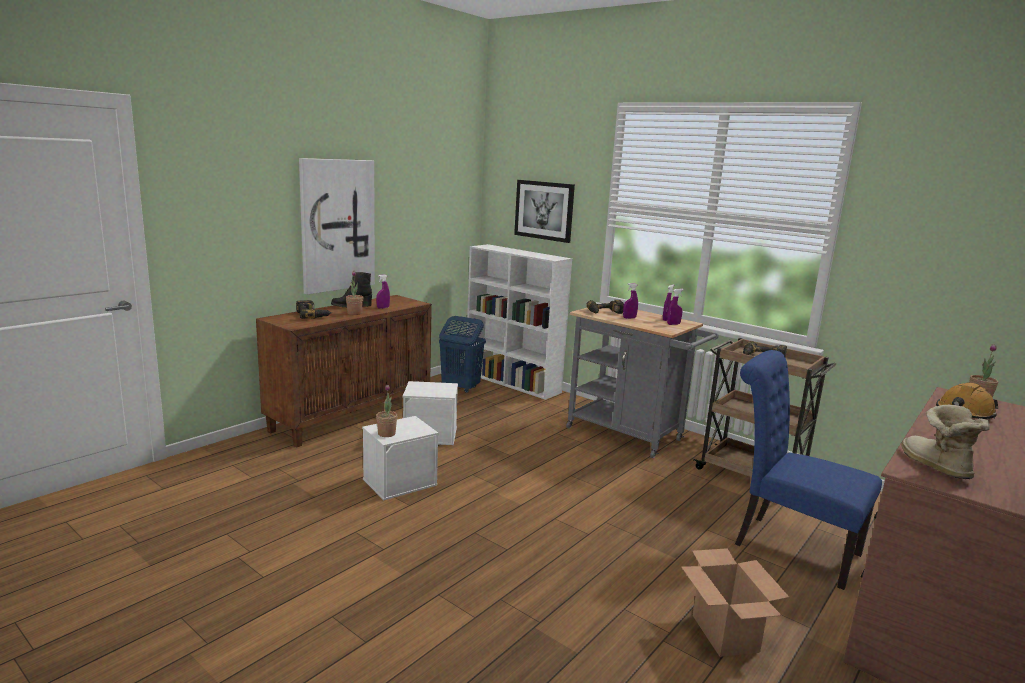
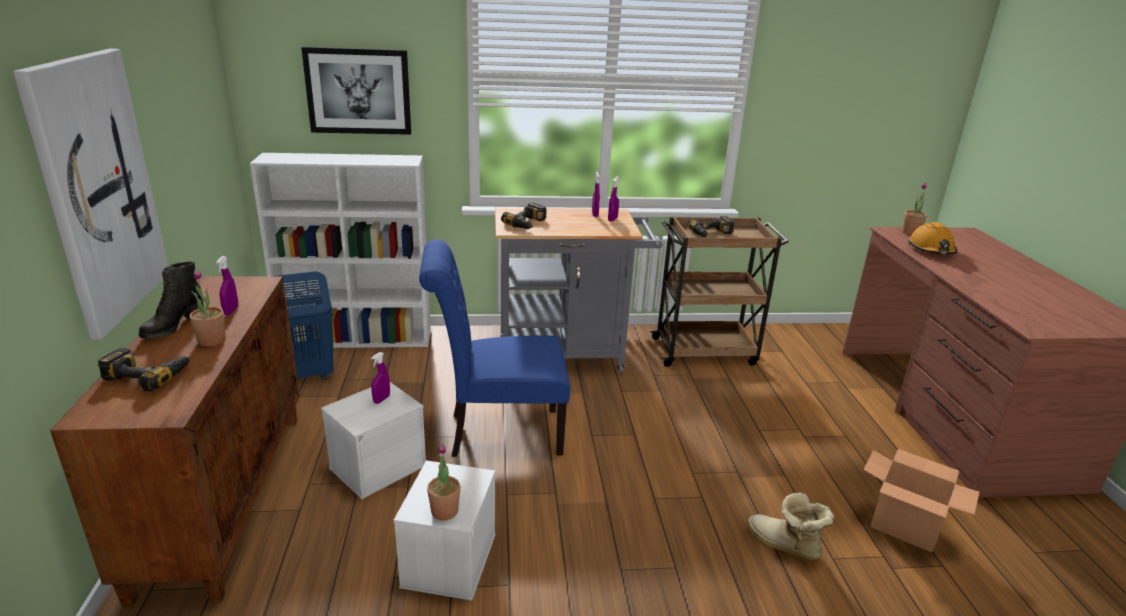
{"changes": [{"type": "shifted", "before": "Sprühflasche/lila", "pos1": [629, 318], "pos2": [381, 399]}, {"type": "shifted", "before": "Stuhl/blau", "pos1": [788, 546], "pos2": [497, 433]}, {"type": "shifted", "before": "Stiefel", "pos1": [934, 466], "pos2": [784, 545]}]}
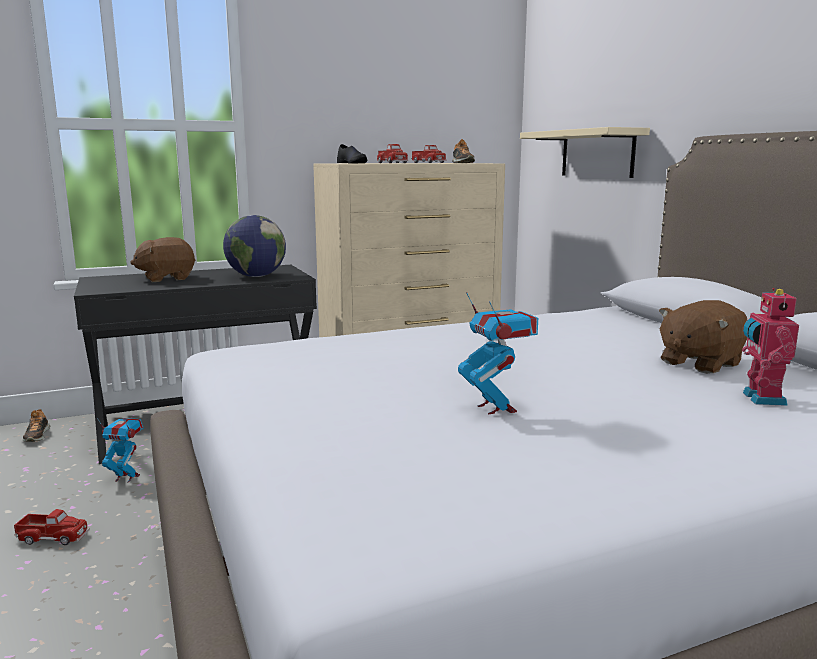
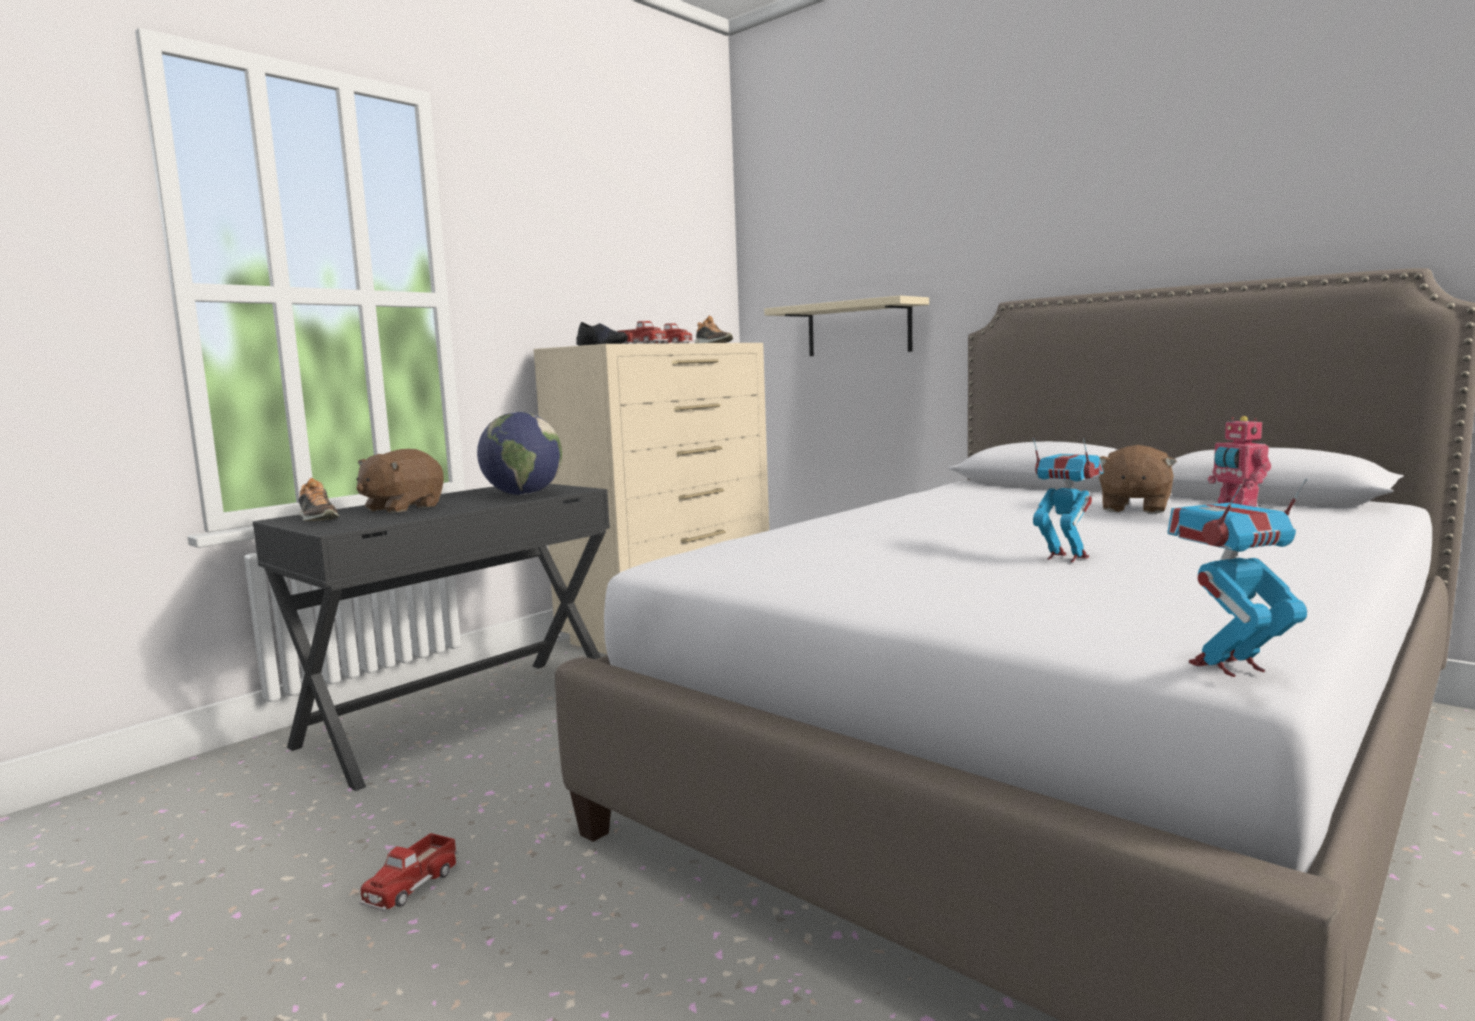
{"changes": [{"type": "shifted", "before": "Schuh", "pos1": [36, 435], "pos2": [317, 518]}, {"type": "shifted", "before": "Spielzeugroboter", "pos1": [126, 477], "pos2": [1227, 666]}, {"type": "rotated", "before": "Spielzeuglaster", "pos1": [53, 537], "pos2": [411, 884], "turn": 135}]}
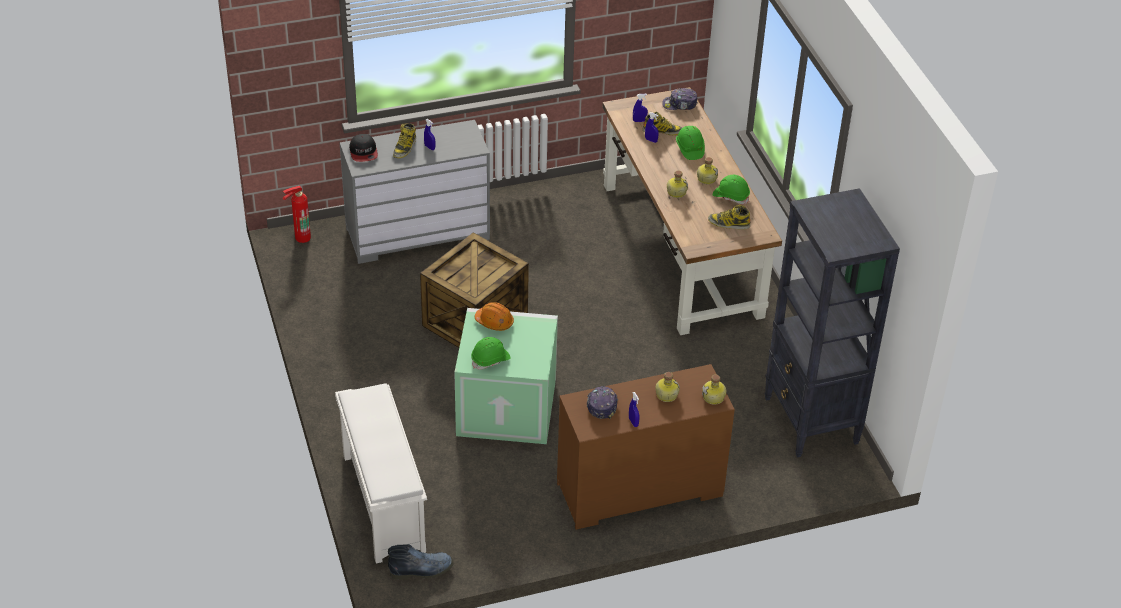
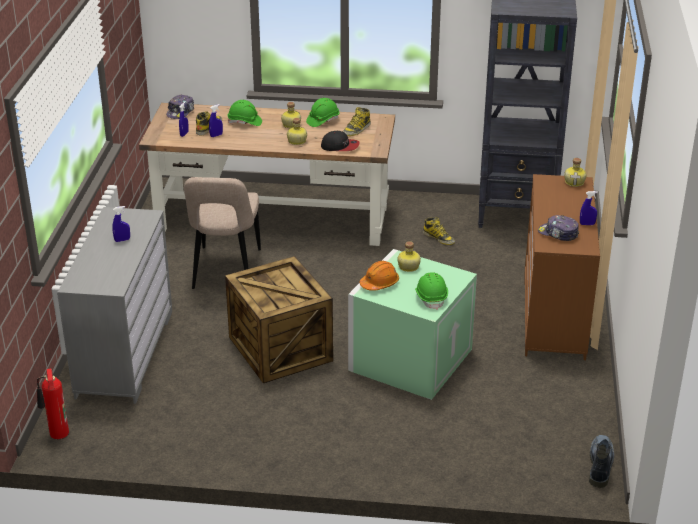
{"changes": [{"type": "gone", "before": "Schuhregal/weiß", "pos1": [382, 502]}, {"type": "new", "after": "Stuhl/beige", "pos2": [225, 271]}, {"type": "shifted", "before": "Kappe", "pos1": [363, 152], "pos2": [340, 146]}, {"type": "shifted", "before": "Stiefel", "pos1": [405, 147], "pos2": [438, 238]}, {"type": "shifted", "before": "Flasche", "pos1": [666, 394], "pos2": [408, 267]}]}
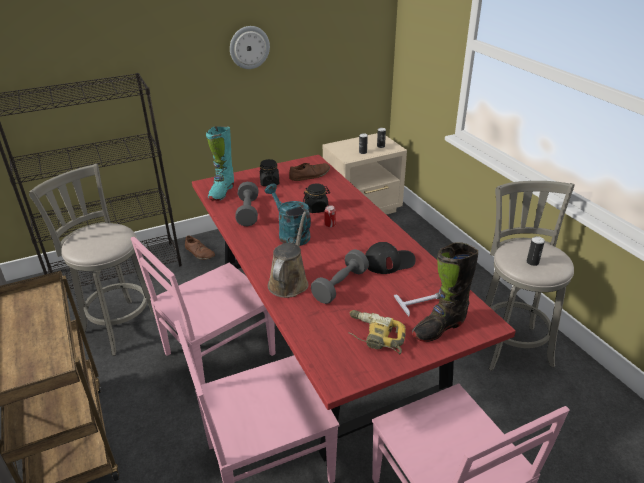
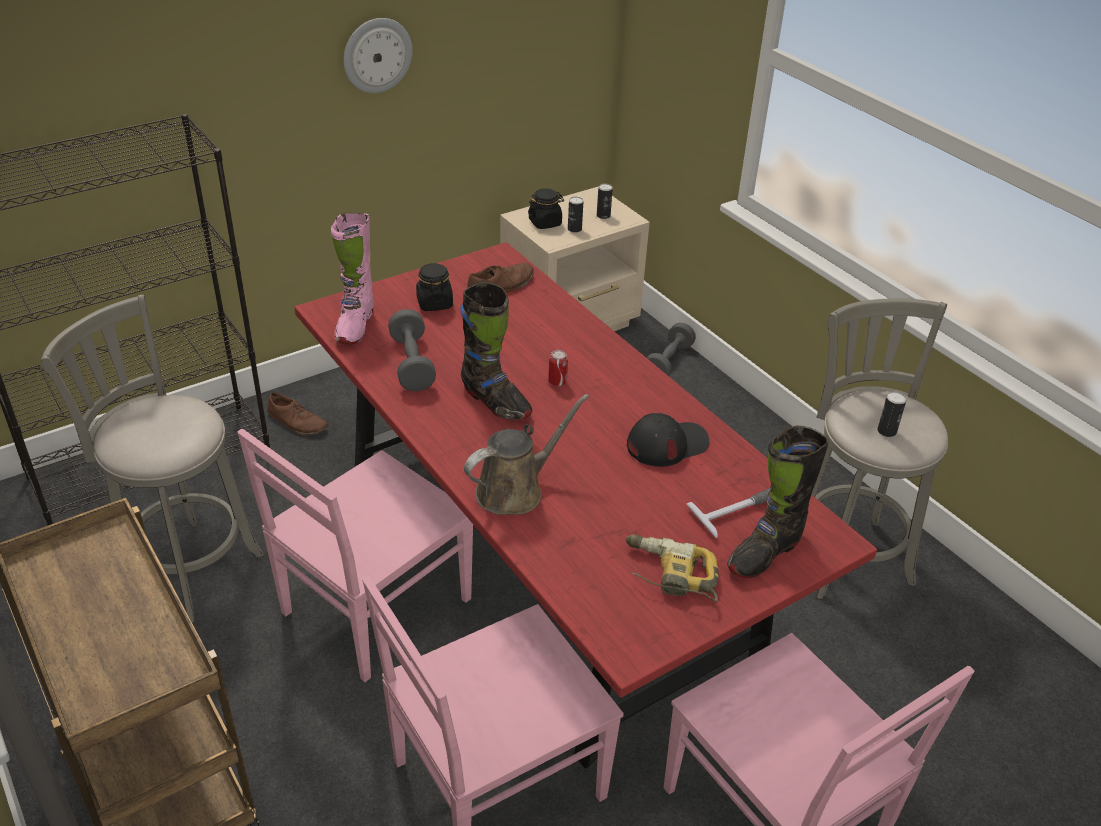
{"changes": [{"type": "shifted", "before": "Vorratsglas/schwarz", "pos1": [316, 208], "pos2": [545, 223]}, {"type": "shifted", "before": "Hantel/grau", "pos1": [340, 286], "pos2": [668, 362]}, {"type": "swapped", "before": "Gießkanne/türkis", "after": "Stiefel/schwarz", "pos1": [290, 234], "pos2": [495, 402]}, {"type": "repainted", "before": "Stiefel/türkis", "after": "Stiefel/rosa", "pos1": [221, 192], "pos2": [355, 326]}, {"type": "rotated", "before": "Gießkanne/braun", "pos1": [289, 282], "pos2": [515, 490], "turn": 45}]}
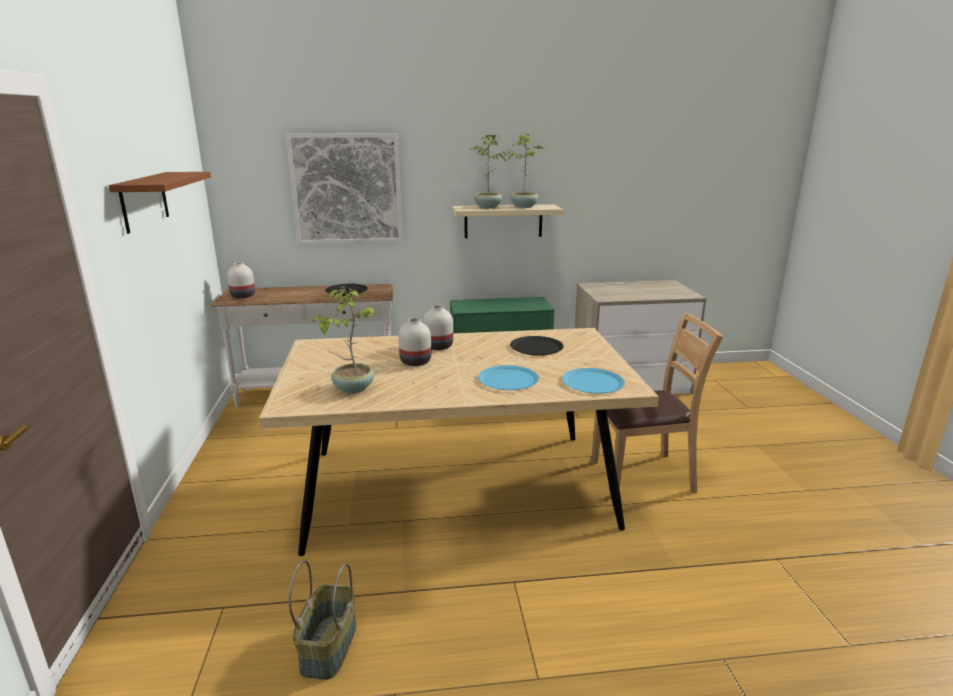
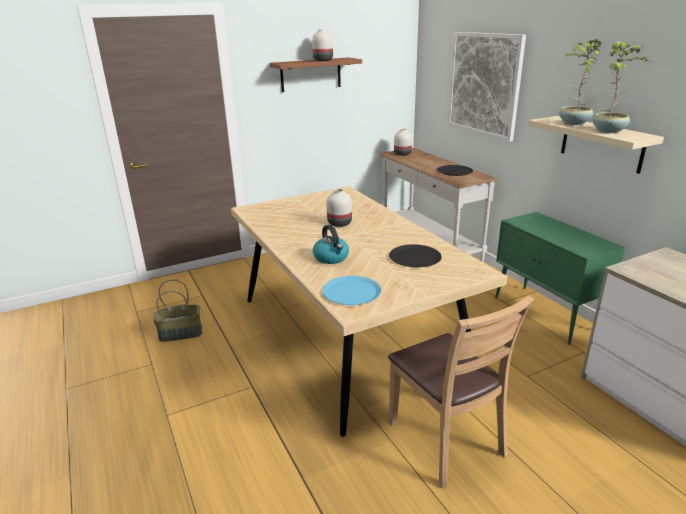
{"changes": [{"type": "gone", "before": "Topfpflanze", "pos1": [352, 388]}, {"type": "shifted", "before": "Vase/weiß", "pos1": [437, 346], "pos2": [323, 60]}, {"type": "swapped", "before": "Teller/blau", "after": "Wasserkessel", "pos1": [508, 379], "pos2": [331, 258]}]}
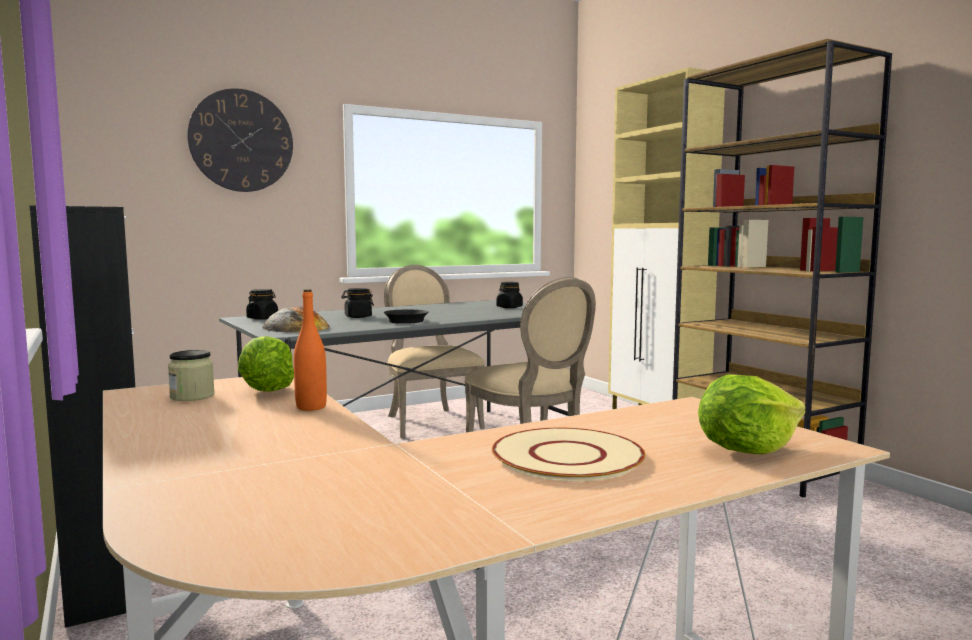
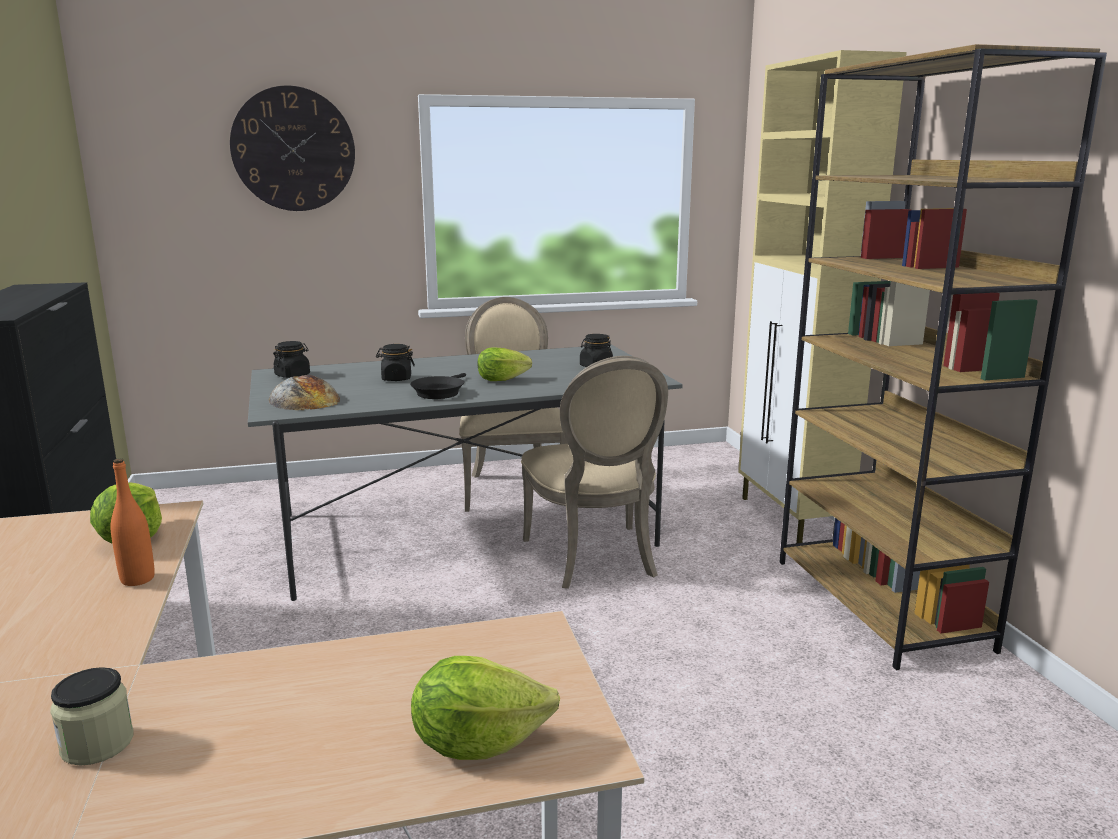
{"changes": [{"type": "gone", "before": "Teller/beige", "pos1": [568, 456]}, {"type": "new", "after": "Salatkopf", "pos2": [501, 380]}, {"type": "shifted", "before": "Vorratsglas", "pos1": [192, 396], "pos2": [97, 744]}]}
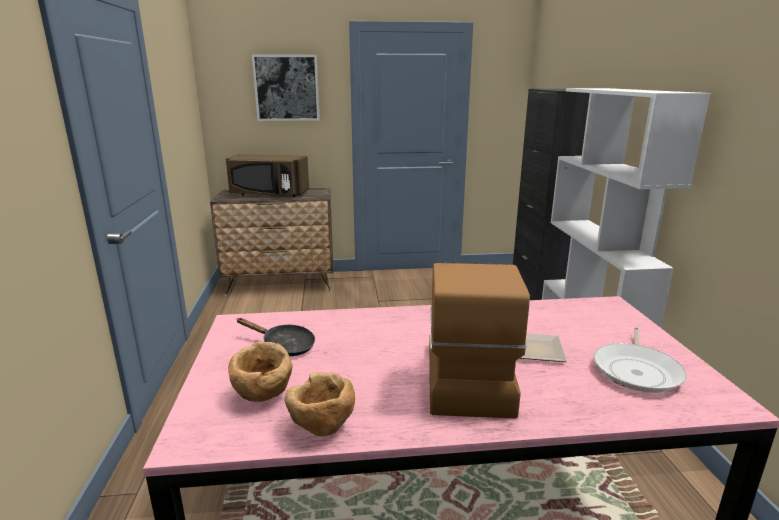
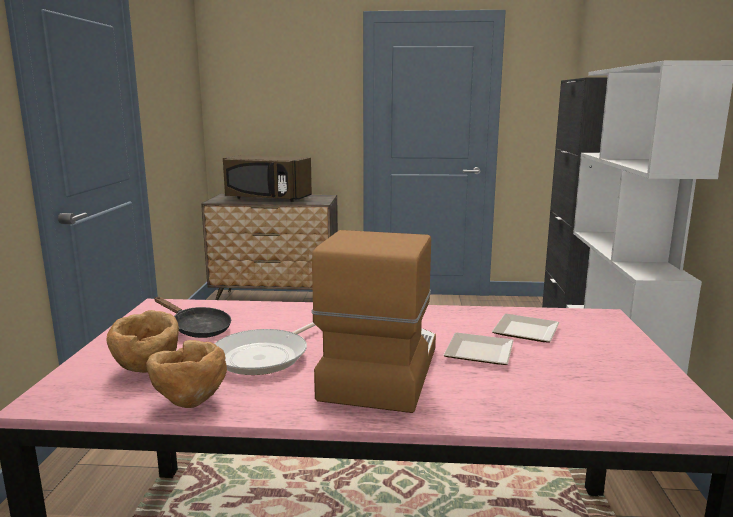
{"changes": [{"type": "gone", "before": "Bild", "pos1": [286, 88]}, {"type": "new", "after": "Teller", "pos2": [523, 332]}, {"type": "shifted", "before": "Pfanne", "pos1": [637, 370], "pos2": [265, 356]}]}
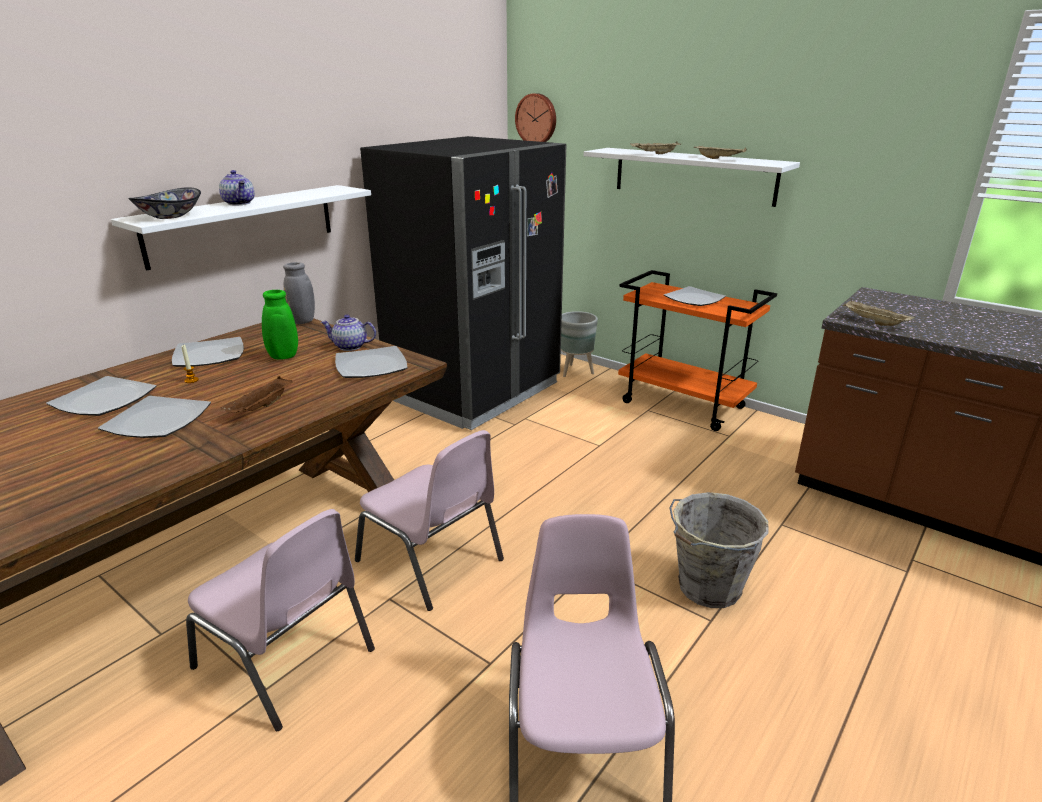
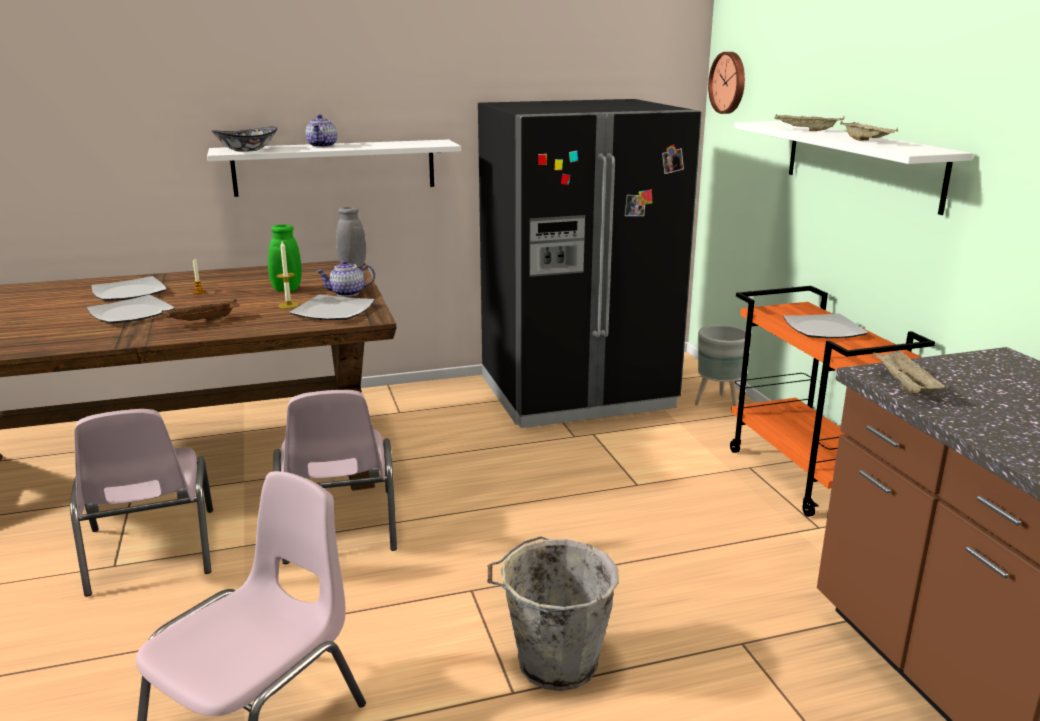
{"changes": [{"type": "gone", "before": "Teller", "pos1": [208, 356]}, {"type": "new", "after": "Kerze", "pos2": [288, 305]}, {"type": "rotated", "before": "Teekanne", "pos1": [349, 347], "pos2": [347, 293], "turn": -60}]}
